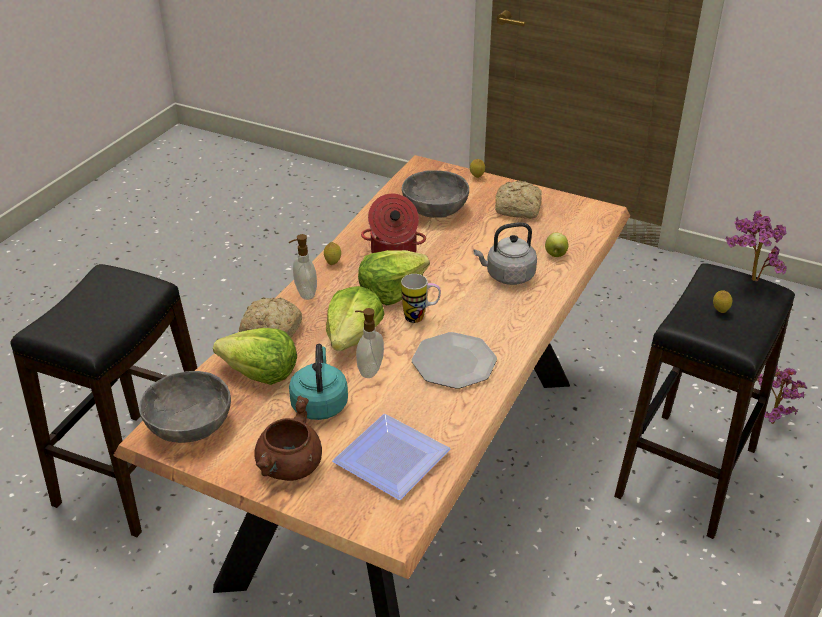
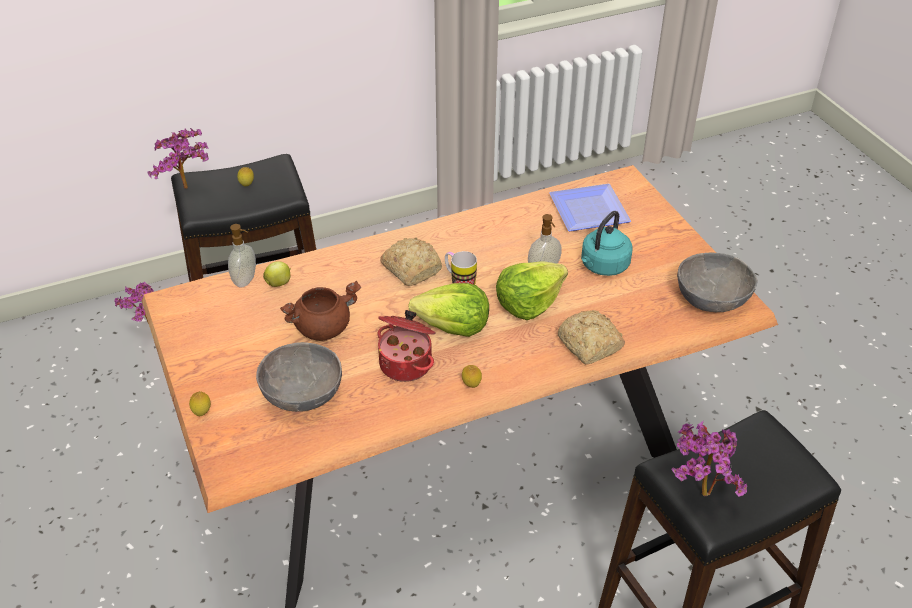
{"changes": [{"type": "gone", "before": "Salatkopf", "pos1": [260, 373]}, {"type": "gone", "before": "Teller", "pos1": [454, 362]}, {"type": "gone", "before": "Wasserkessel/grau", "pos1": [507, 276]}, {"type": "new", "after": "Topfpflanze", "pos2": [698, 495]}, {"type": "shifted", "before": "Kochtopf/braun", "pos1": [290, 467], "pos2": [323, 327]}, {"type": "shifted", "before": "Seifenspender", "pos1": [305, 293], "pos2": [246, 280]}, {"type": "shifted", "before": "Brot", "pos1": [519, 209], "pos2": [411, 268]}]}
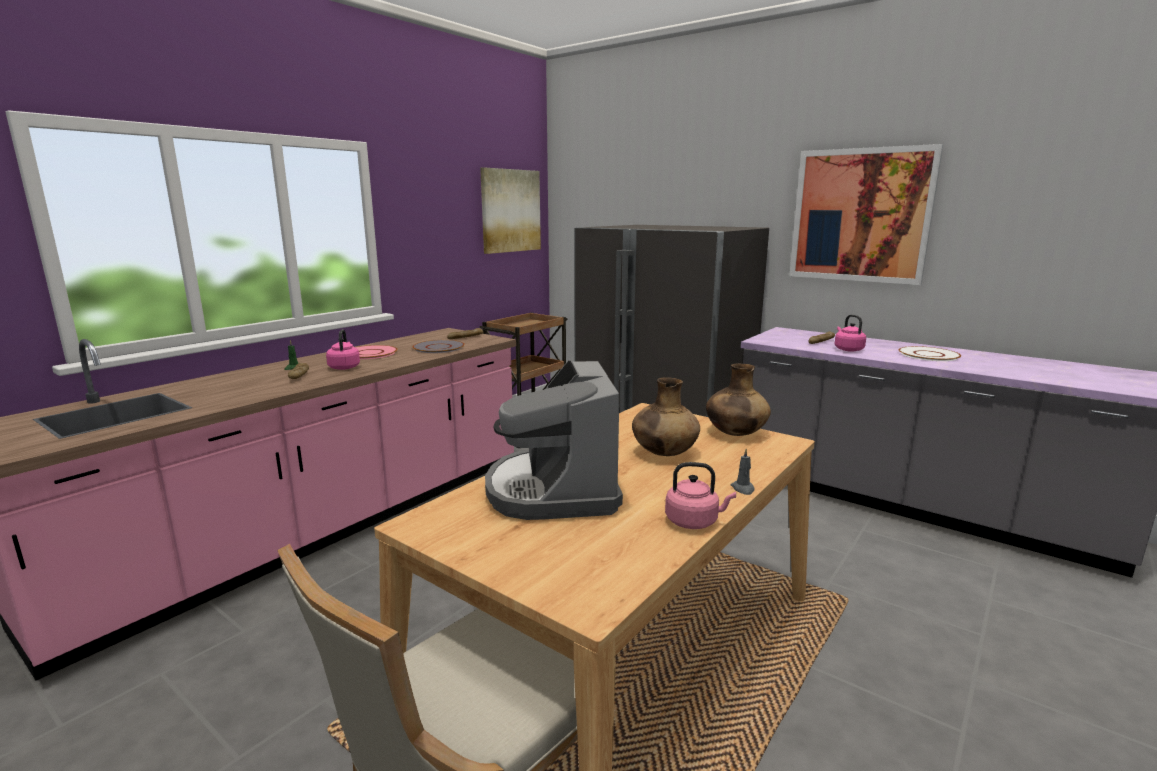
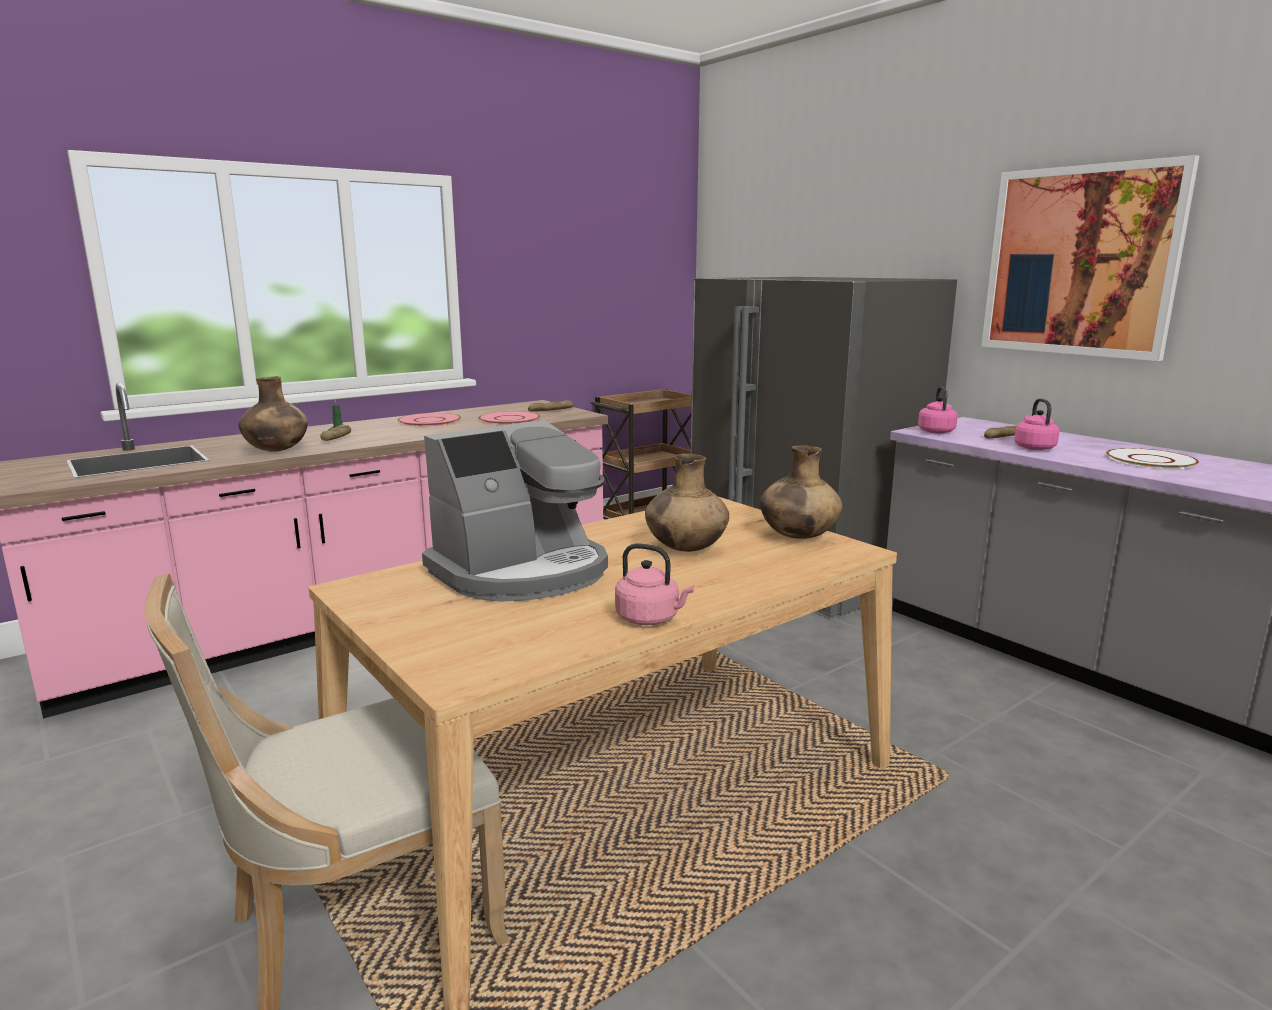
{"changes": [{"type": "gone", "before": "Bild", "pos1": [510, 211]}, {"type": "gone", "before": "Kerze/grau", "pos1": [743, 489]}, {"type": "new", "after": "Vase/braun", "pos2": [277, 450]}, {"type": "shifted", "before": "Wasserkessel/rosa", "pos1": [344, 367], "pos2": [935, 431]}, {"type": "repainted", "before": "Teller/grau", "after": "Teller/rosa", "pos1": [439, 347], "pos2": [510, 419]}, {"type": "rotated", "before": "Kaffeemaschine", "pos1": [554, 490], "pos2": [522, 572], "turn": -135}]}
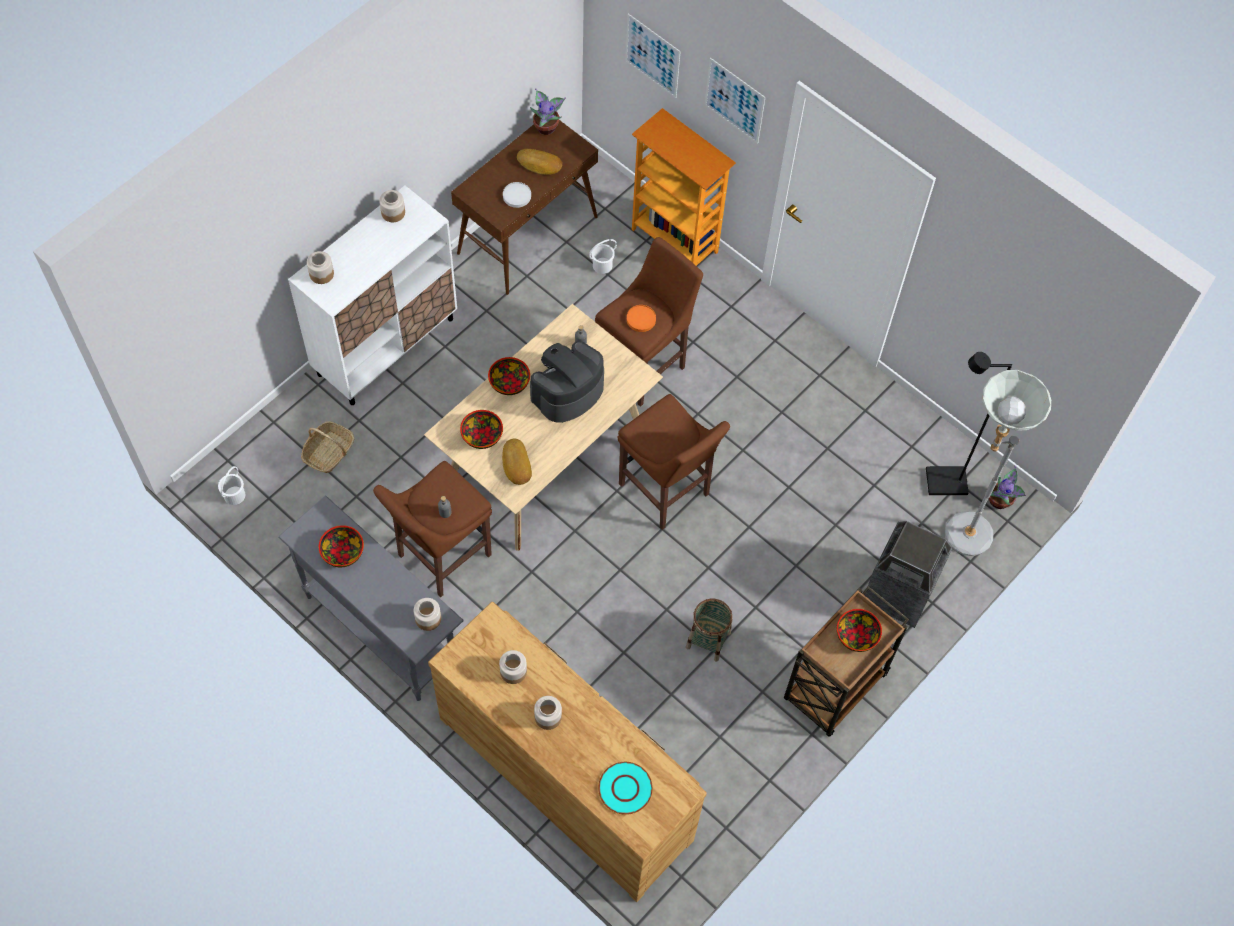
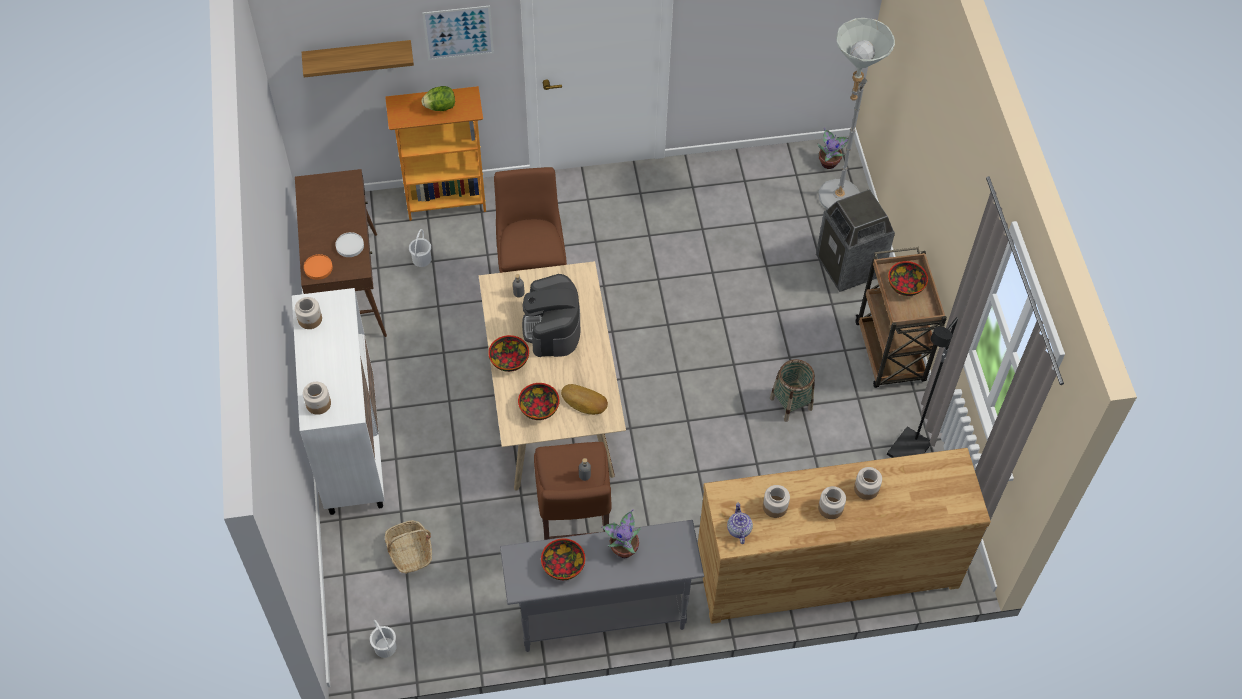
{"changes": [{"type": "gone", "before": "Brot", "pos1": [539, 164]}, {"type": "gone", "before": "Teller/türkis", "pos1": [625, 788]}, {"type": "gone", "before": "Hocker/braun", "pos1": [666, 492]}, {"type": "new", "after": "Salatkopf", "pos2": [440, 107]}, {"type": "new", "after": "Teekanne", "pos2": [738, 529]}, {"type": "shifted", "before": "Vorratsglas", "pos1": [427, 619], "pos2": [866, 489]}, {"type": "shifted", "before": "Topfpflanze", "pos1": [546, 127], "pos2": [623, 547]}, {"type": "shifted", "before": "Teller/orange", "pos1": [641, 319], "pos2": [318, 268]}, {"type": "shifted", "before": "Stehlampe/schwarz", "pos1": [945, 483], "pos2": [909, 450]}, {"type": "swapped", "before": "Bild", "after": "Wandregal", "pos1": [652, 56], "pos2": [358, 57]}]}
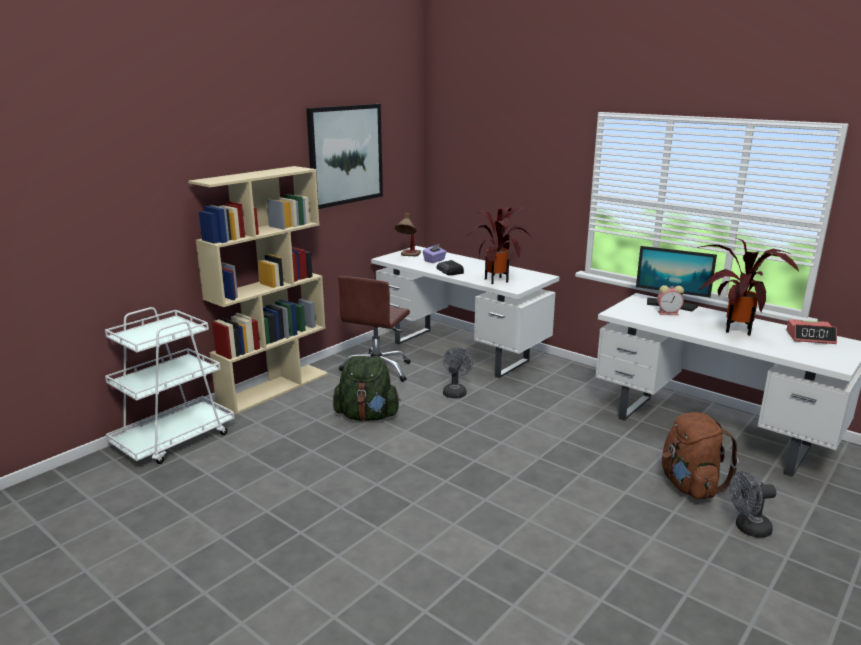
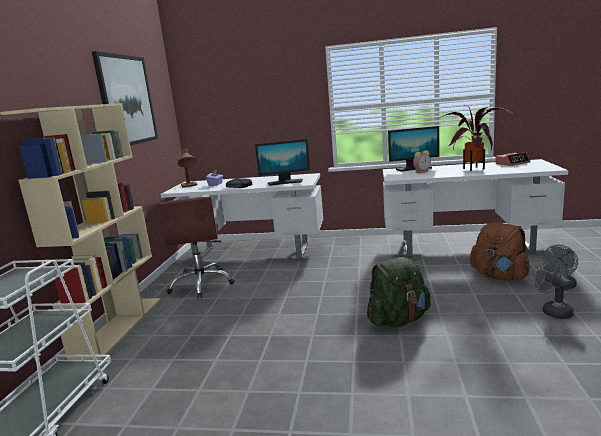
{"changes": [{"type": "shifted", "before": "Rucksack/grün", "pos1": [367, 416], "pos2": [398, 320]}, {"type": "shifted", "before": "Ventilator/grau", "pos1": [455, 391], "pos2": [553, 311]}, {"type": "swapped", "before": "Topfpflanze", "after": "Monitor", "pos1": [499, 280], "pos2": [285, 182]}]}
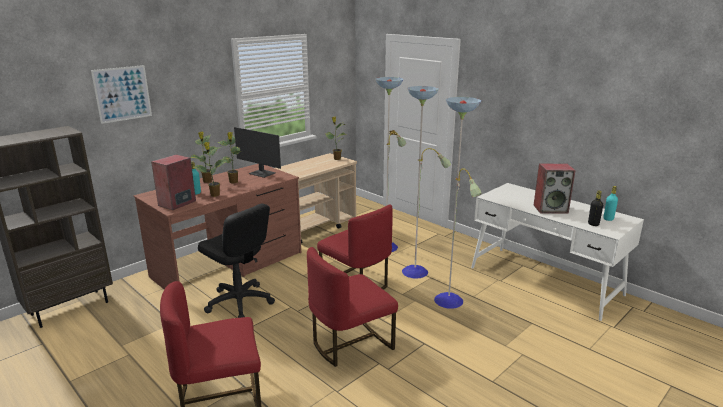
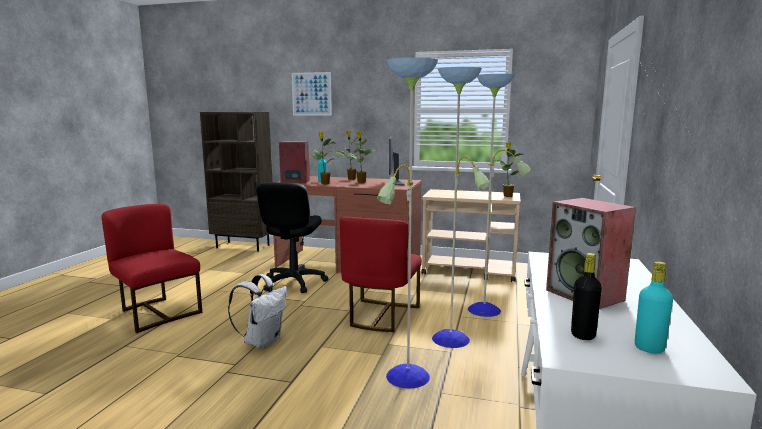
{"changes": [{"type": "swapped", "before": "Stuhl/rot", "after": "Rucksack/weiß", "pos1": [350, 343], "pos2": [262, 341]}]}
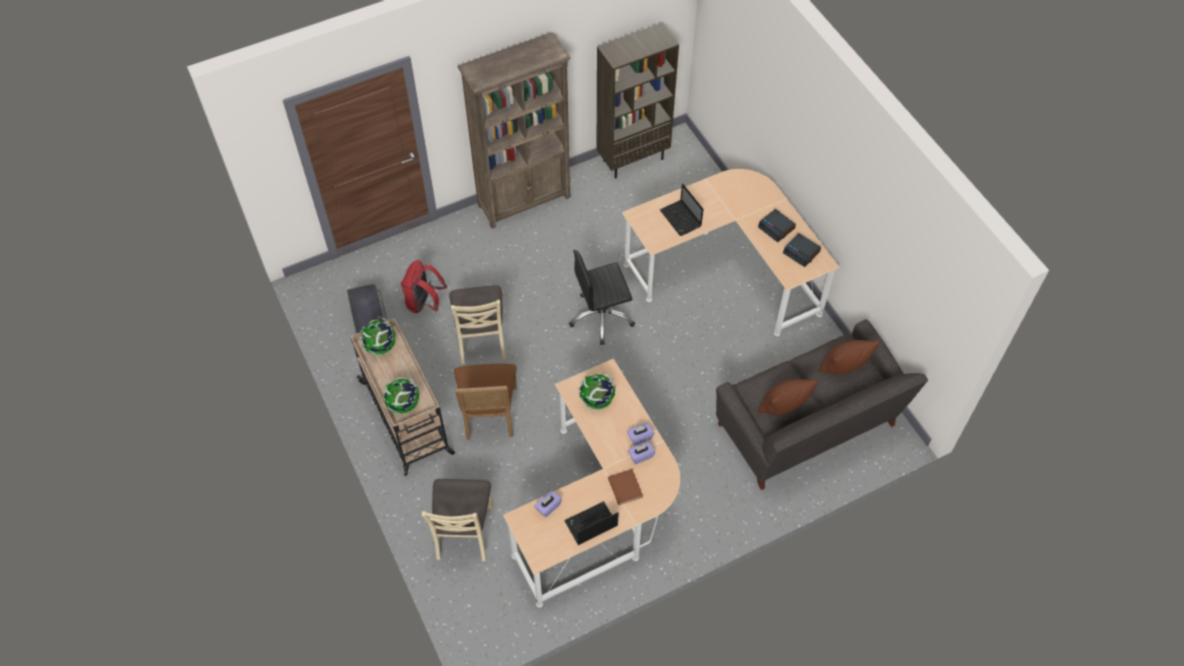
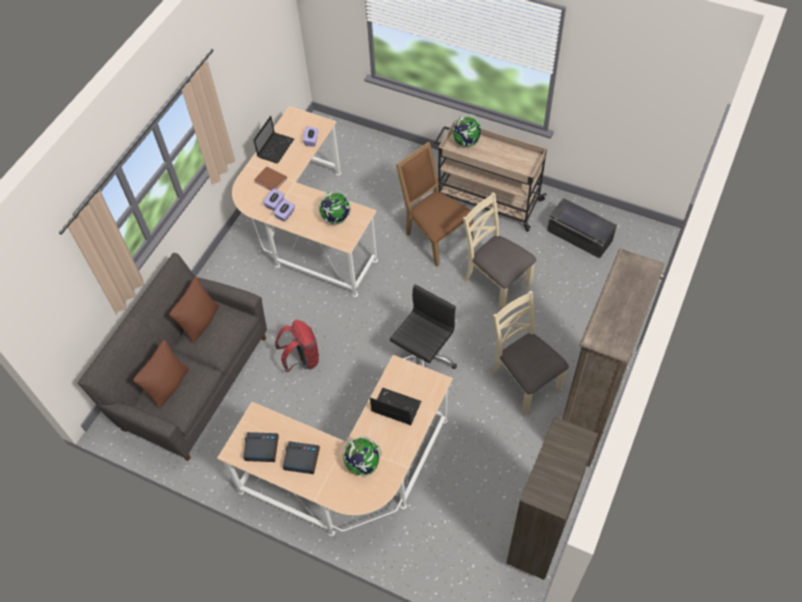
{"changes": [{"type": "shifted", "before": "Globus", "pos1": [381, 347], "pos2": [363, 464]}, {"type": "shifted", "before": "Rucksack/rot", "pos1": [424, 303], "pos2": [302, 359]}, {"type": "shifted", "before": "Stuhl/beige", "pos1": [463, 532], "pos2": [524, 380]}]}
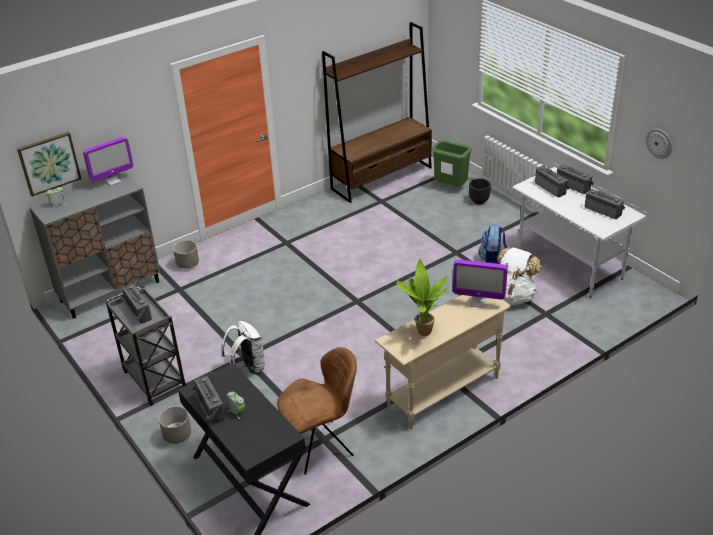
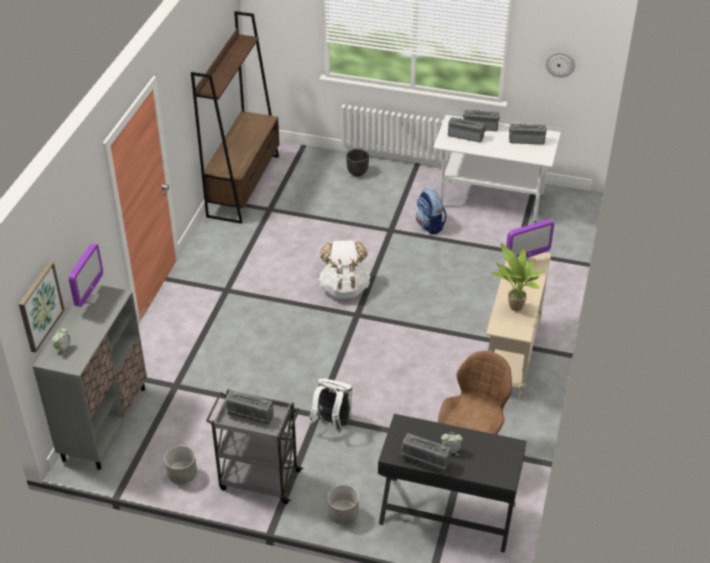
{"changes": [{"type": "gone", "before": "Mülleimer/grün", "pos1": [451, 187]}, {"type": "shifted", "before": "Pflanzkübel/grau", "pos1": [188, 264], "pos2": [182, 475]}, {"type": "shifted", "before": "Rucksack/weiß", "pos1": [511, 296], "pos2": [344, 288]}]}
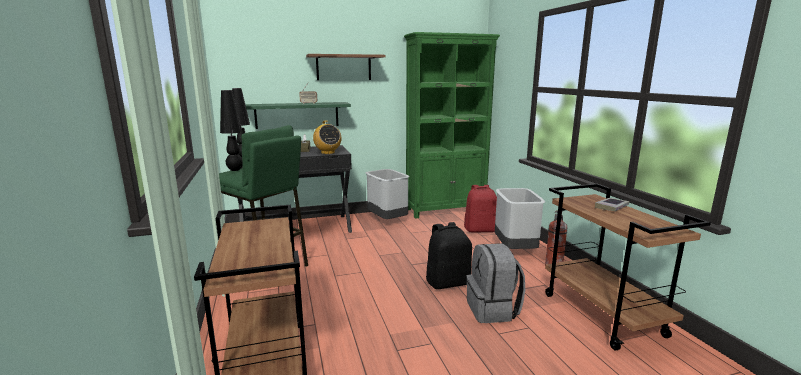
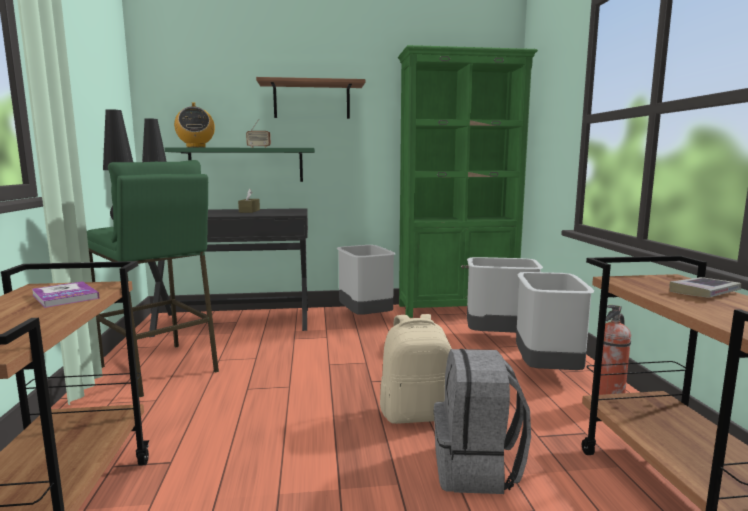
{"changes": [{"type": "new", "after": "Buch", "pos2": [65, 296]}, {"type": "shifted", "before": "Radio", "pos1": [327, 152], "pos2": [196, 147]}, {"type": "swapped", "before": "Rucksack/rot", "after": "Mülleimer/grau", "pos1": [480, 230], "pos2": [500, 339]}, {"type": "repainted", "before": "Rucksack/schwarz", "after": "Rucksack/beige", "pos1": [448, 282], "pos2": [416, 414]}]}
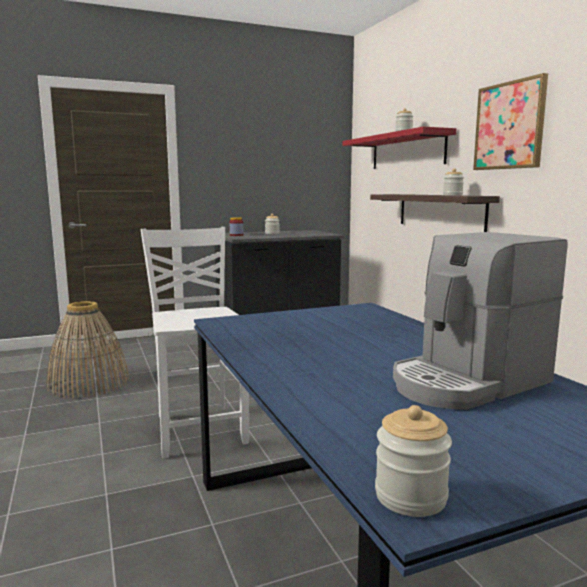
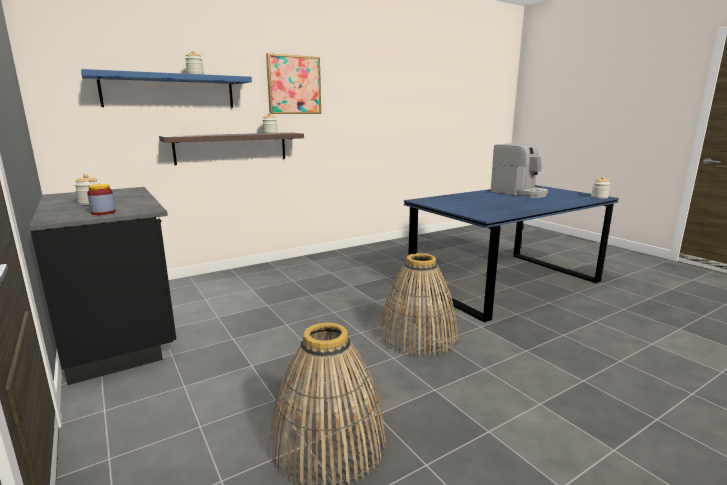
{"changes": [{"type": "swapped", "before": "Stuhl/weiß", "after": "Korb", "pos1": [199, 429], "pos2": [417, 336]}, {"type": "repainted", "before": "Wandregal/rot", "after": "Wandregal/blau", "pos1": [407, 151], "pos2": [169, 91]}]}
